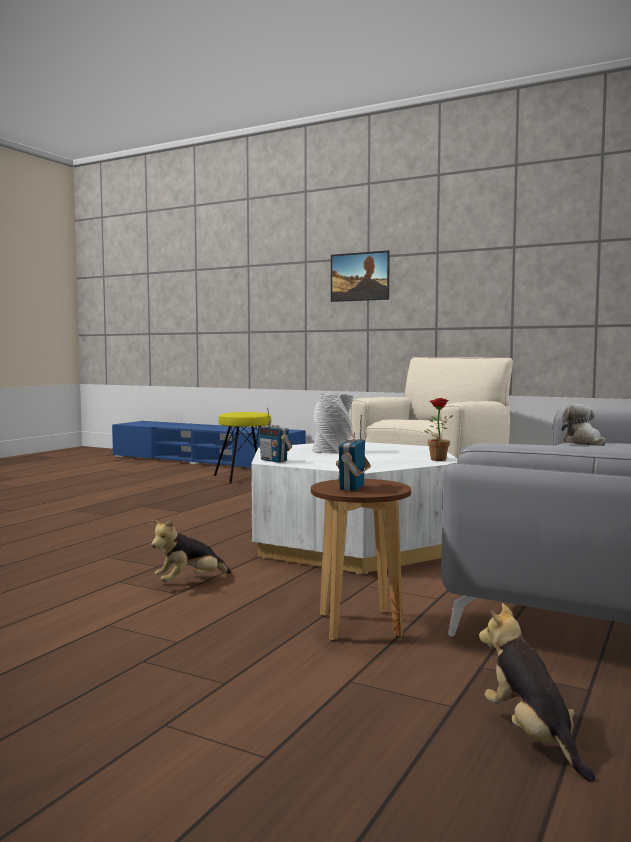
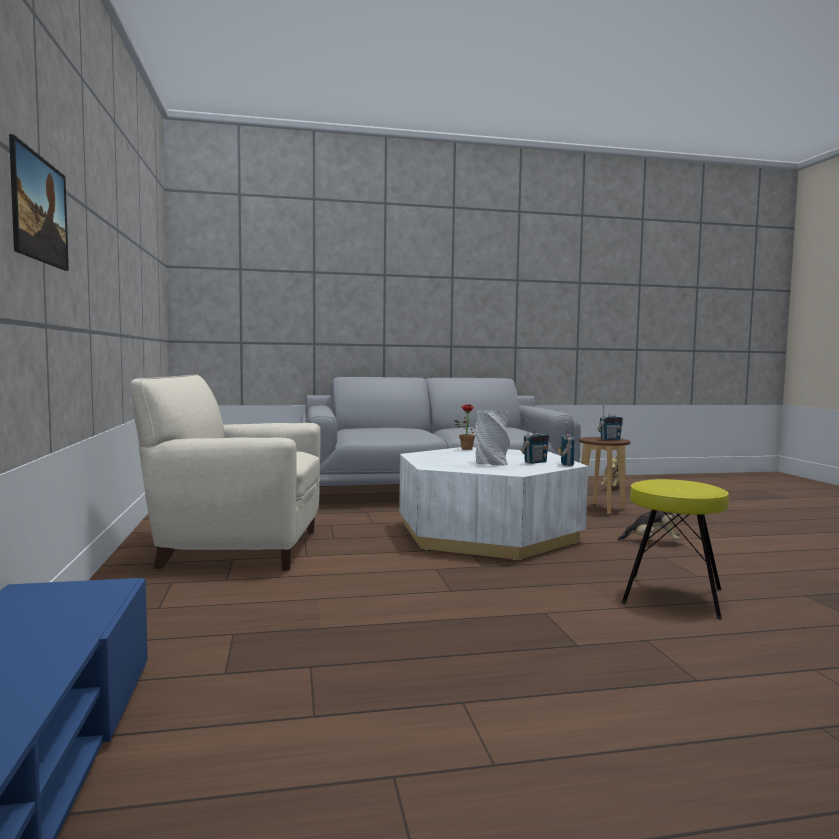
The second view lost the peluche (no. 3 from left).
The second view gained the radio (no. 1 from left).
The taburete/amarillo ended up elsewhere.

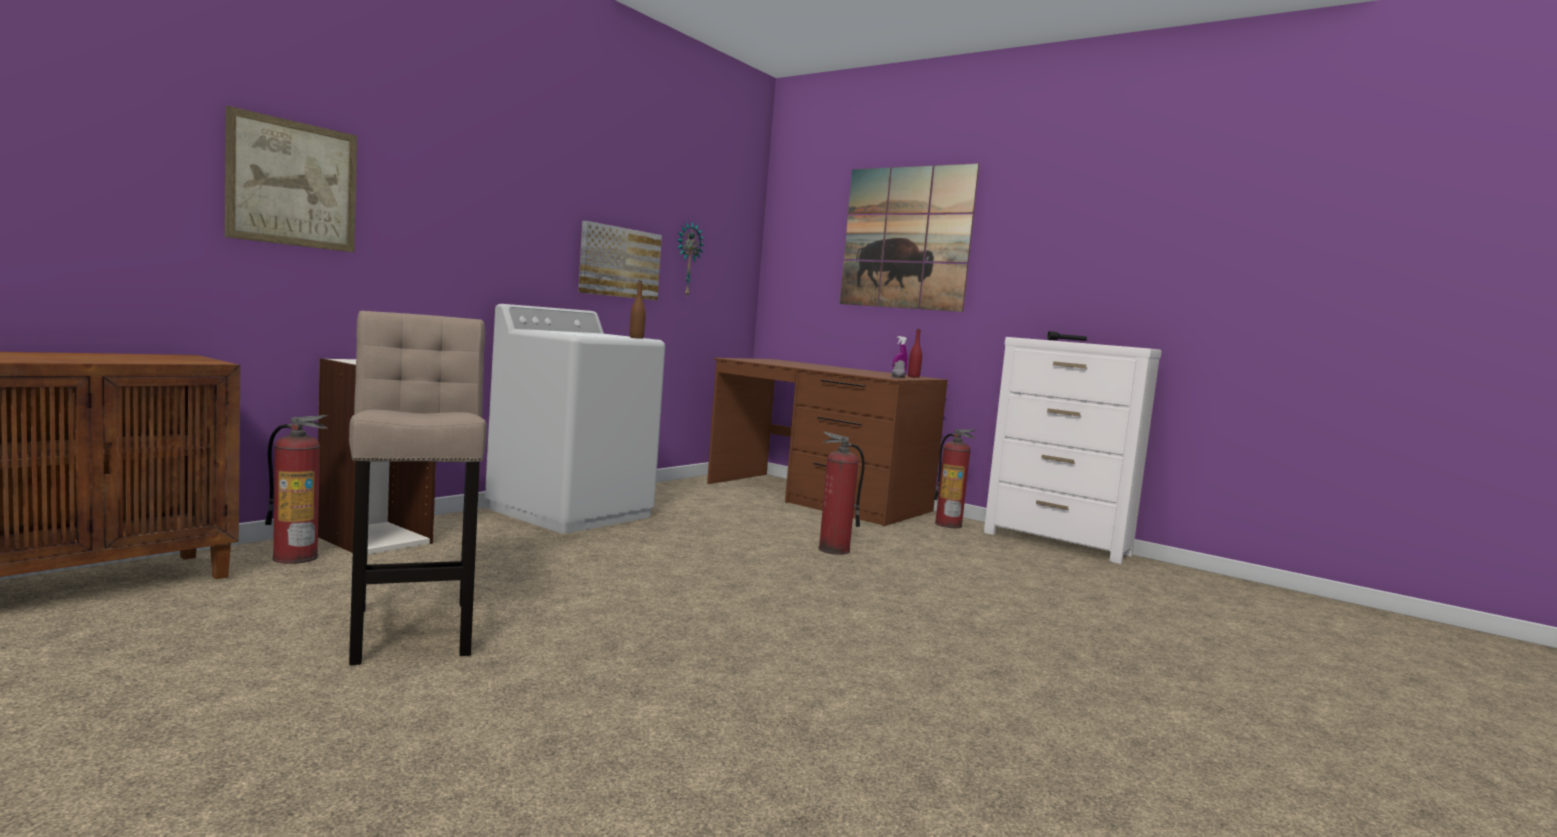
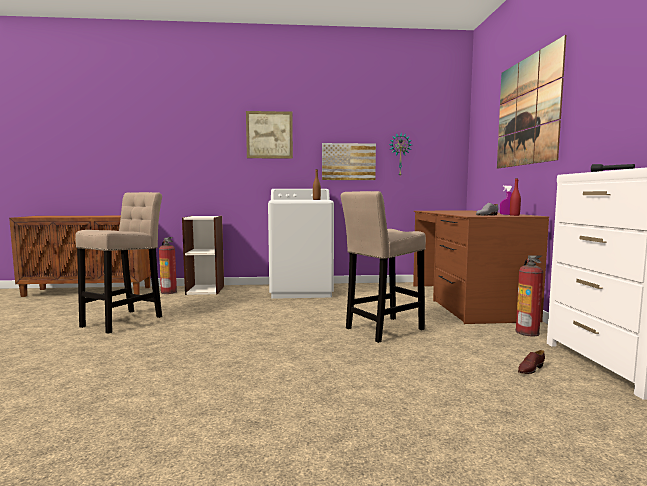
The second view gained the zapato/marrón.
The cuadro (no. 1 from left) ended up elsewhere.
Where the extintor (no. 2 from left) stood, the taburete/beis (no. 2 from left) came to stand.

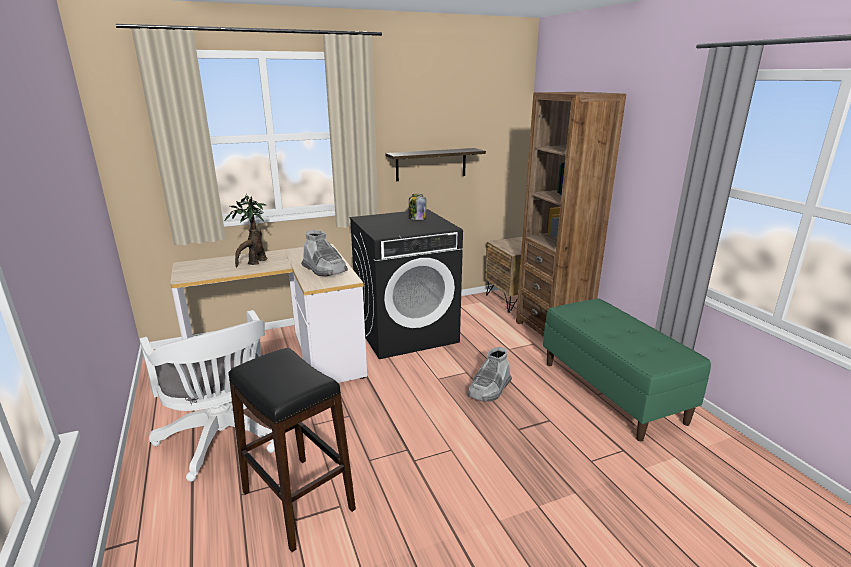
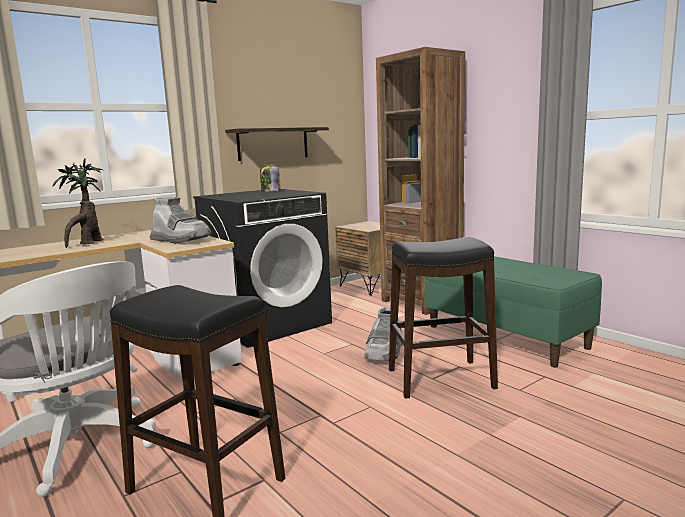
The second view gained the taburete/negro (no. 2 from left).

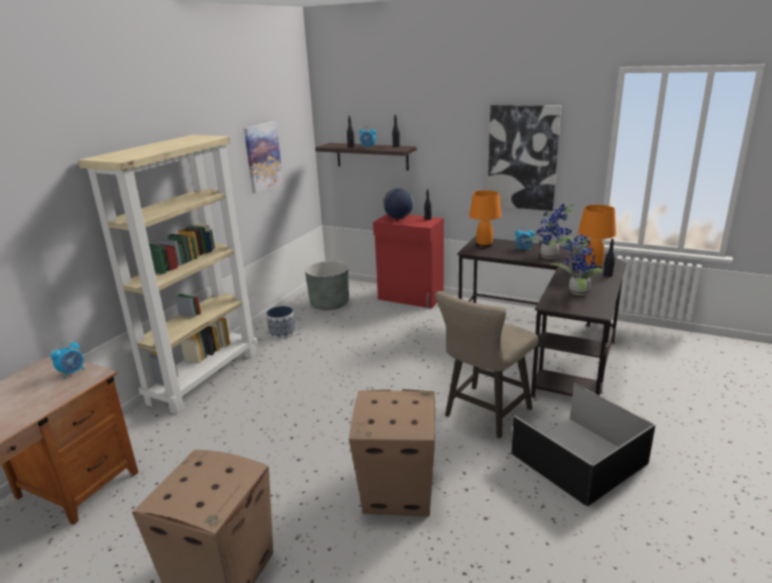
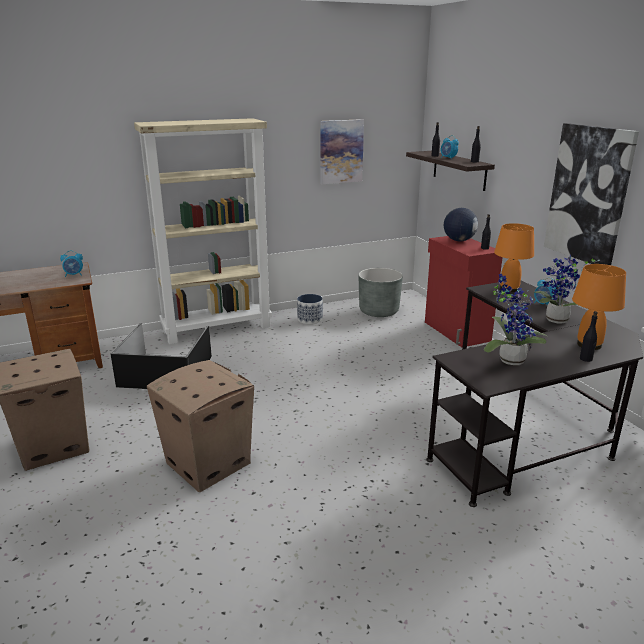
The second view lost the taburete/beis.
The caja de almacenaje/negro ended up elsewhere.

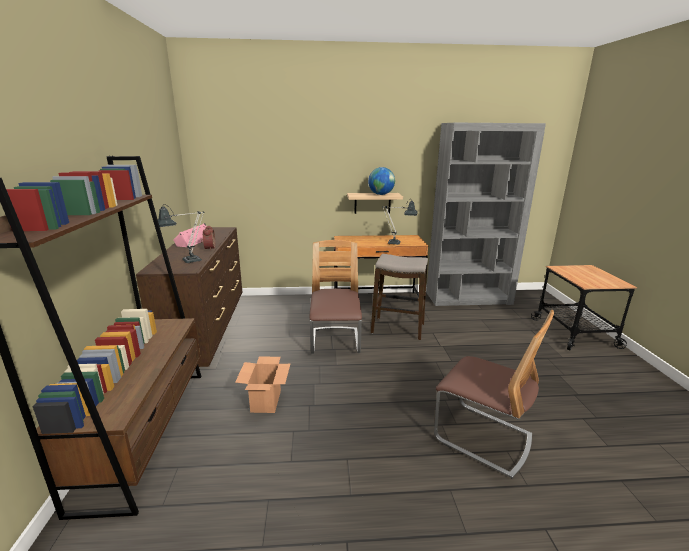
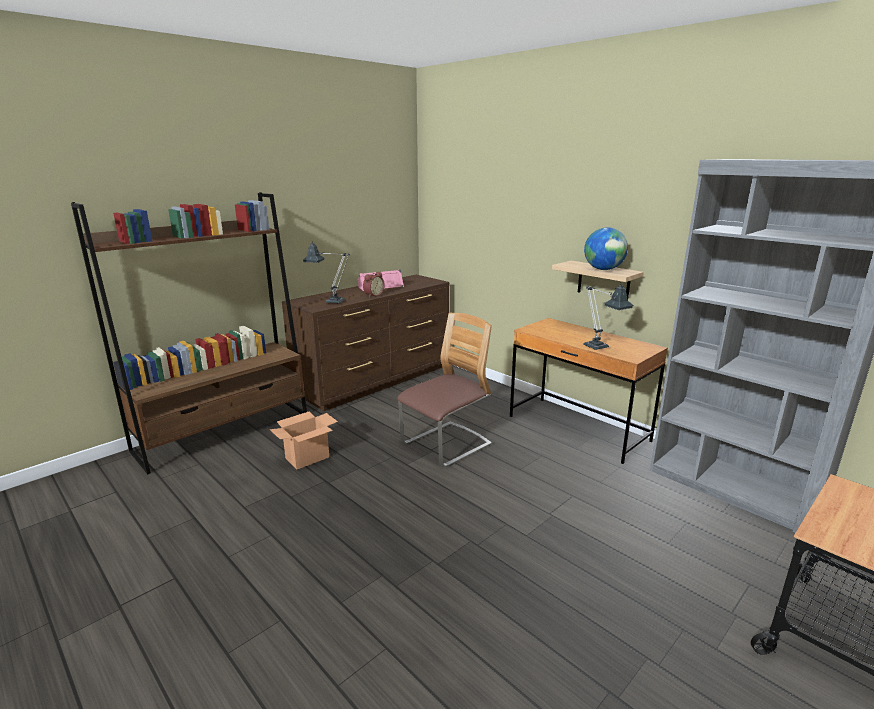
The second view lost the taburete.
The second view lost the silla (no. 2 from left).

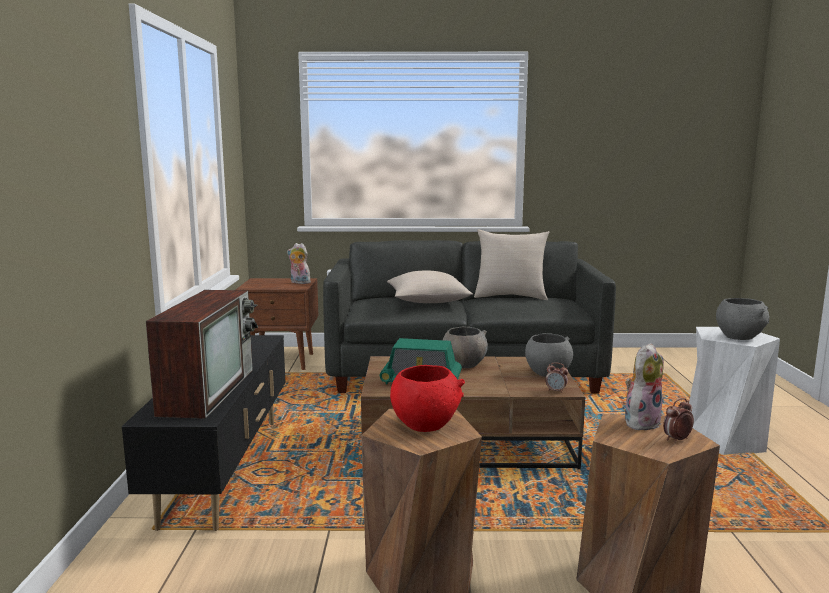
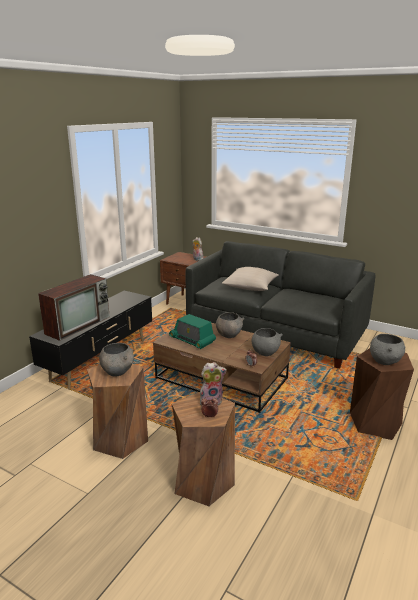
The second view lost the cojín/beis (no. 2 from left).
What was the cuenco/rojo turned into the cuenco/gris (no. 1 from left).
What was the taburete/blanco turned into the taburete/marrón (no. 3 from left).

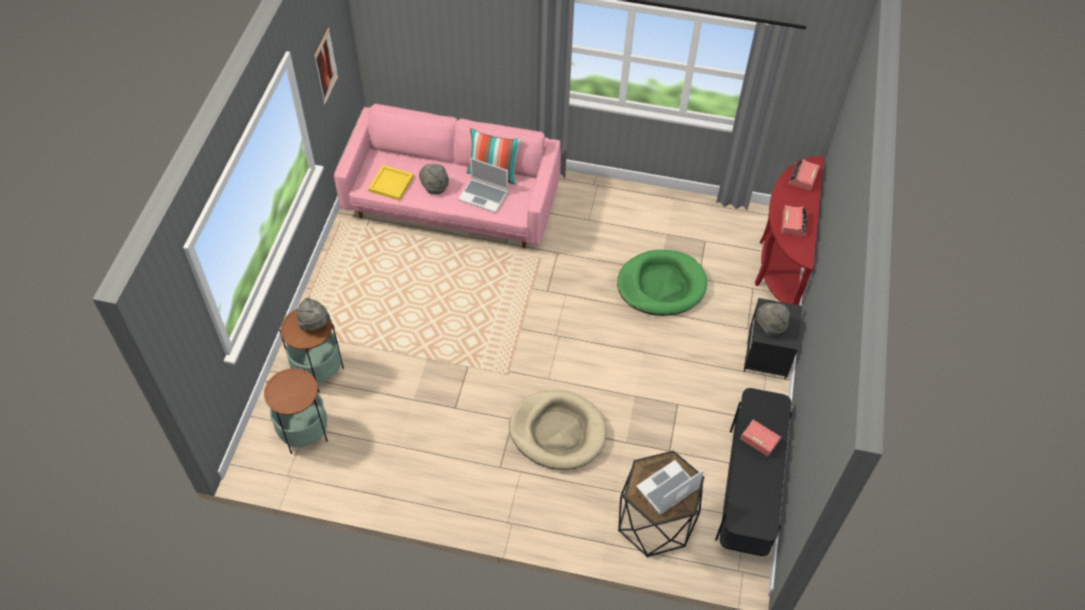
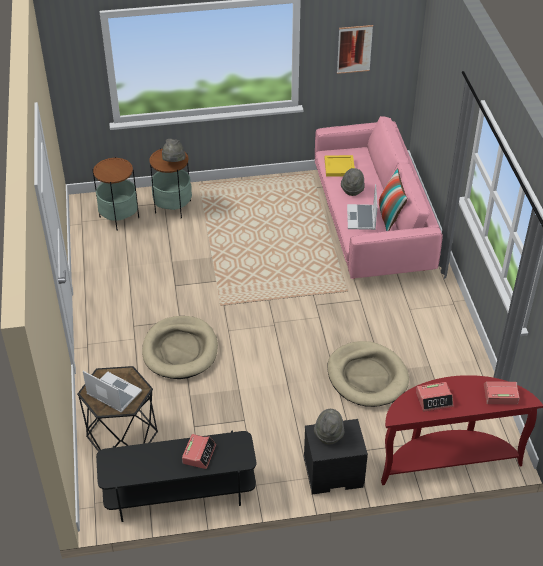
What was the cama para perro/verde turned into the cama para perro/beis (no. 2 from left).

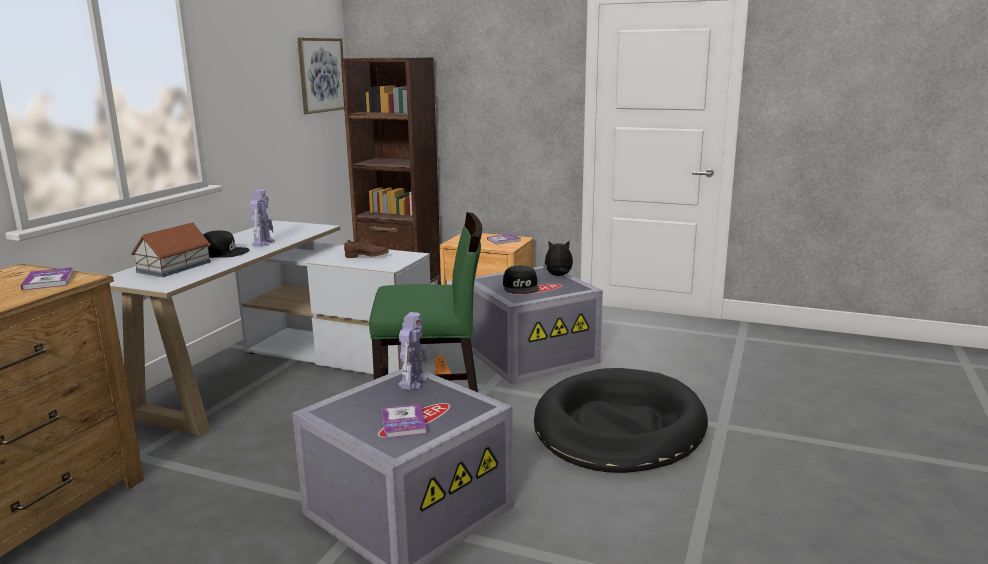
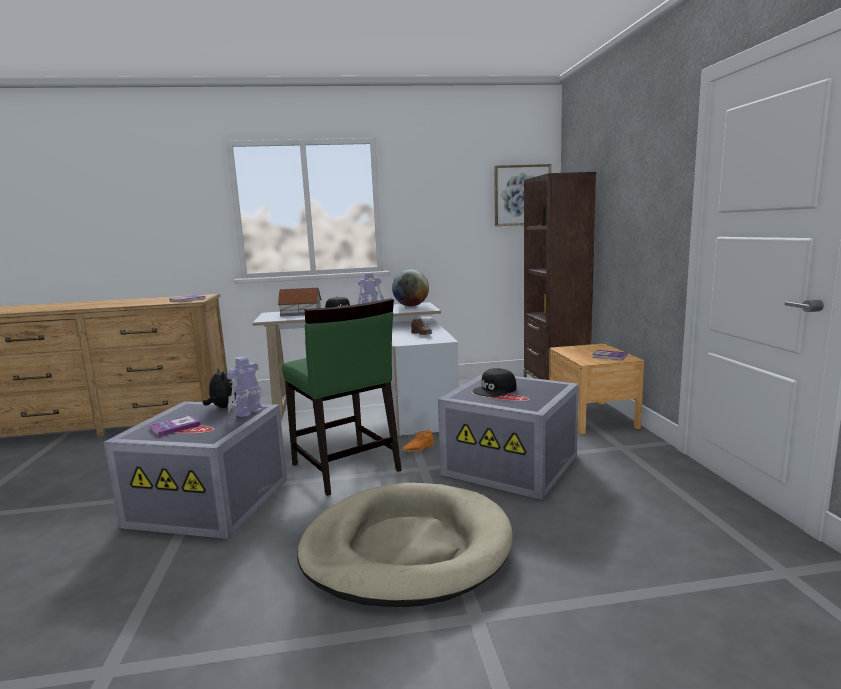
The second view gained the globo terráqueo.
The peluche ended up elsewhere.
What was the cama para perro/negro turned into the cama para perro/beis.
The robot de juguete (no. 2 from left in the first image) ended up facing another way, 135 degrees clockwise from before.

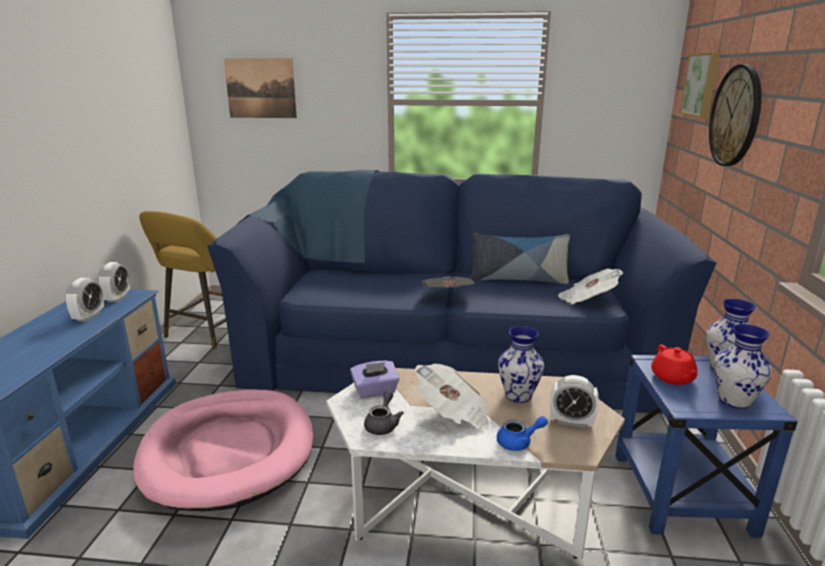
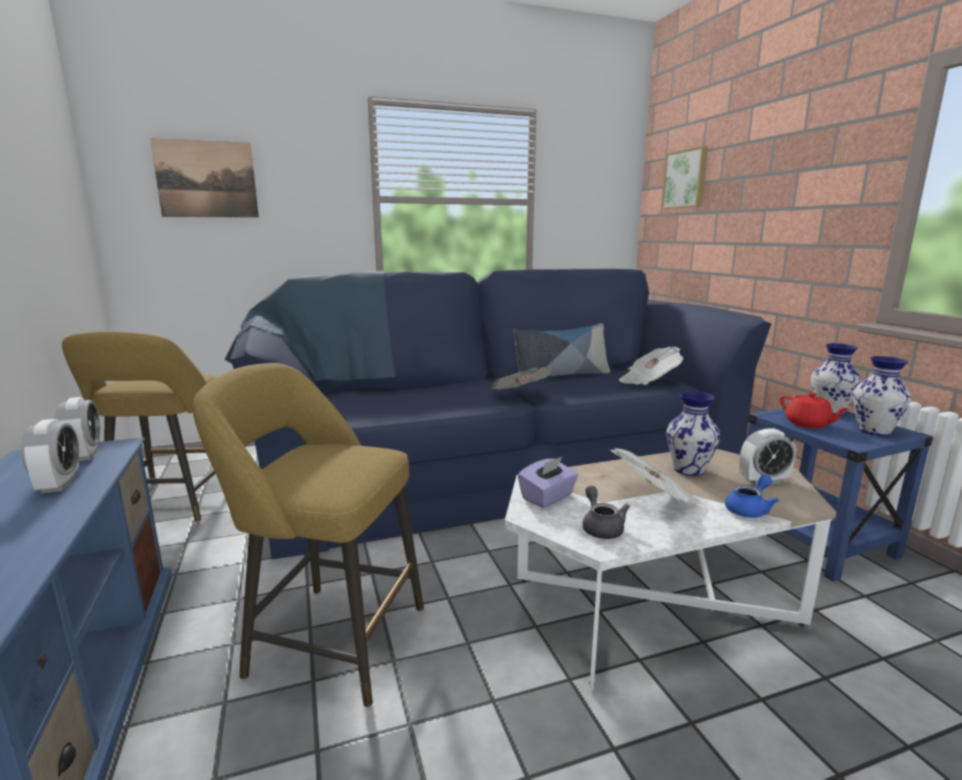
The second view lost the reloj de pared.
Where the cama para perro/rosa stood, the taburete/amarillo (no. 2 from left) came to stand.

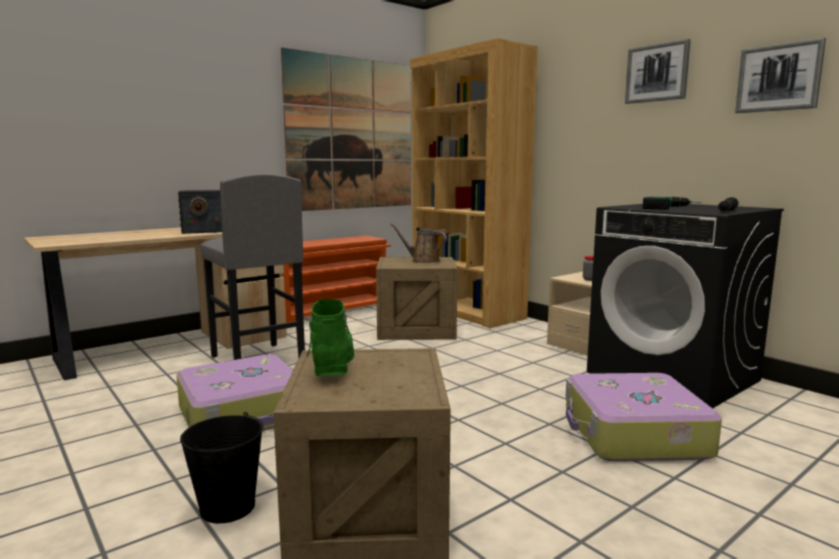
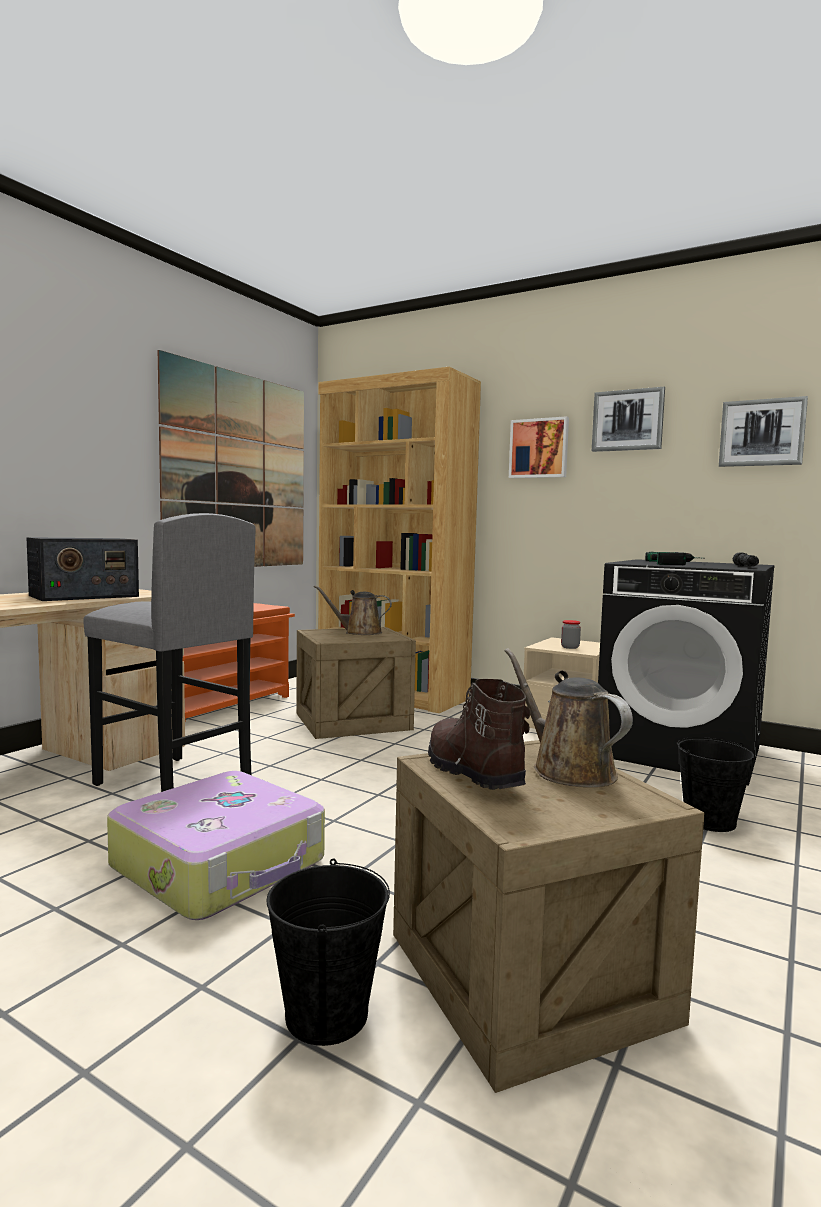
The second view gained the regadera/marrón (no. 2 from left).
The second view gained the cuadro (no. 2 from left).
Where the maleta (no. 2 from left) stood, the cubo/negro (no. 2 from left) came to stand.
What was the bota/verde turned into the bota/marrón.

